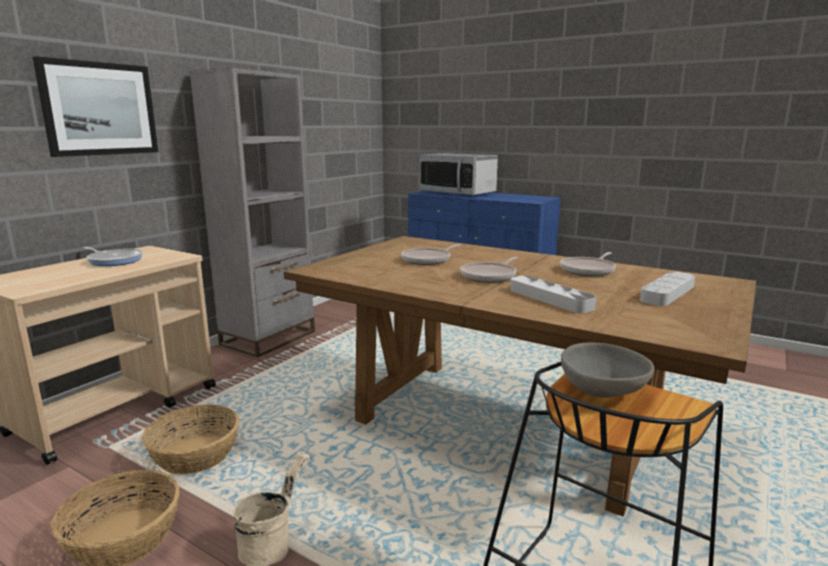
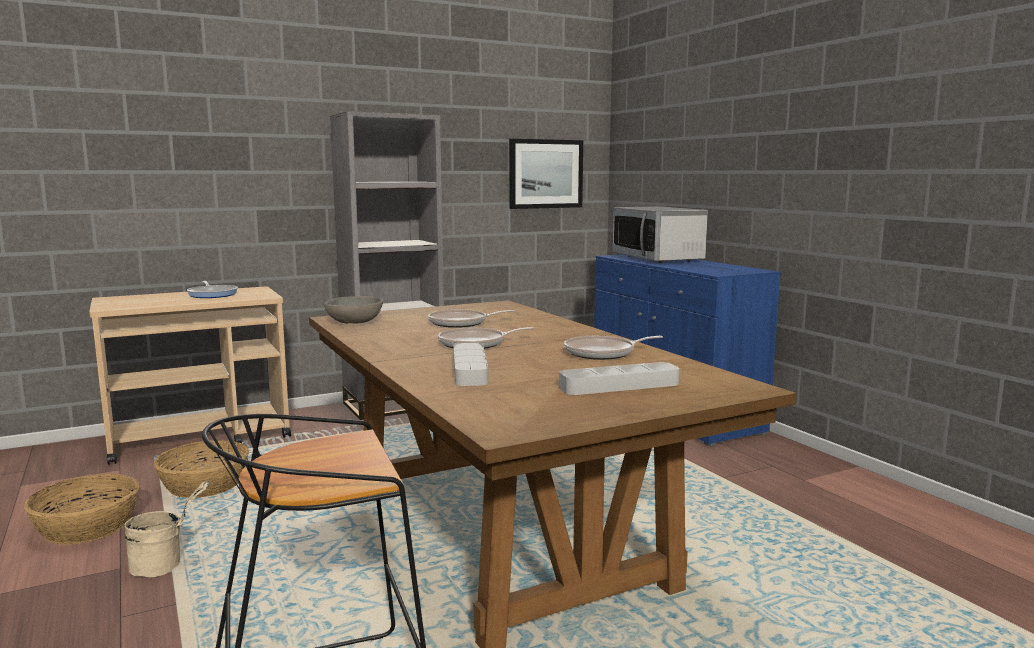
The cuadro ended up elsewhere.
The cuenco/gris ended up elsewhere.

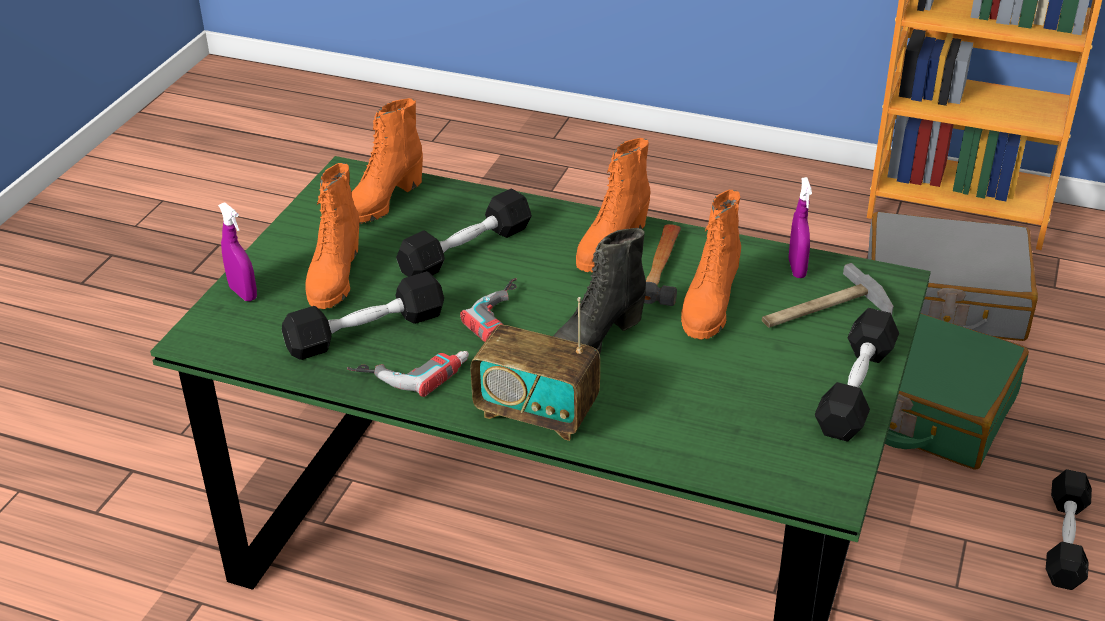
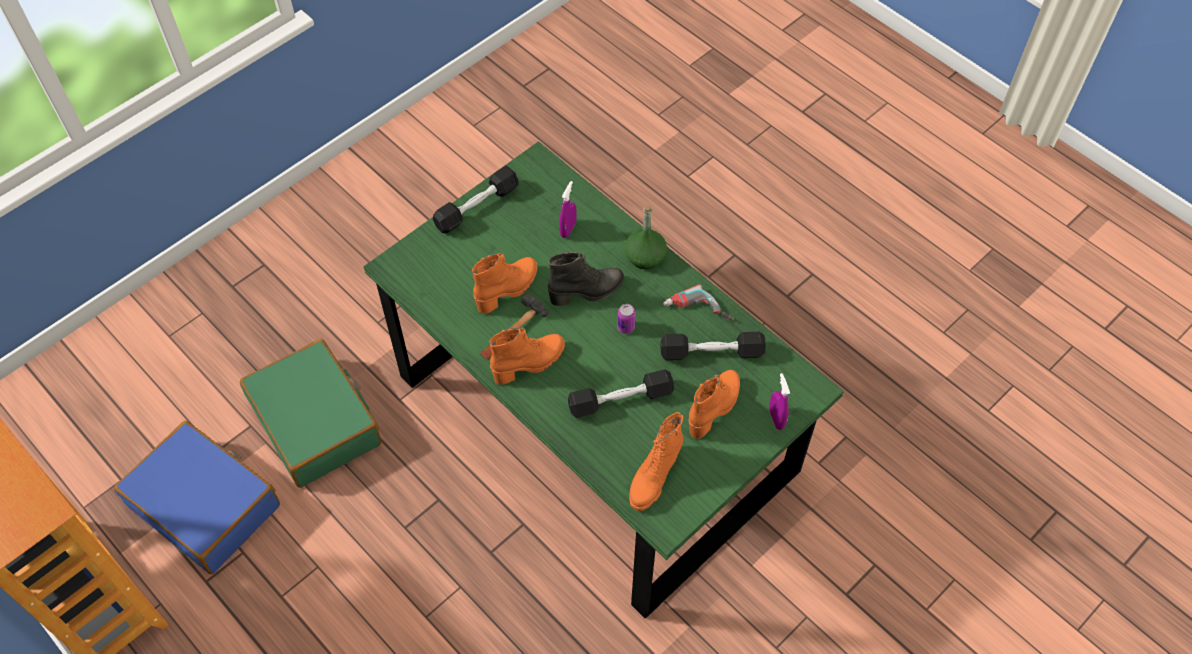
The second view lost the martillo (no. 2 from left).
The second view lost the mancuerna/negro (no. 4 from left).
The pulverizador/morado (no. 2 from left in the first image) ended up elsewhere.
Where the taladro (no. 2 from left) stood, the lata came to stand.
Where the radio stood, the botella/verde came to stand.
What was the maleta/gris turned into the maleta/azul.
The bota/naranja (no. 2 from left in the first image) ended up facing another way, 150 degrees clockwise from before.

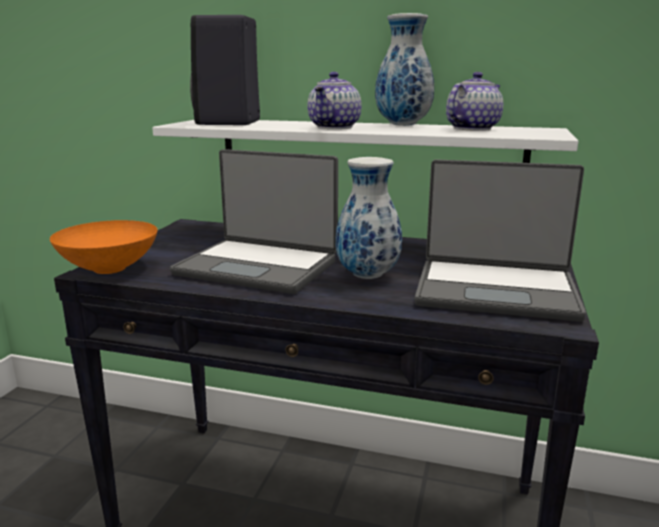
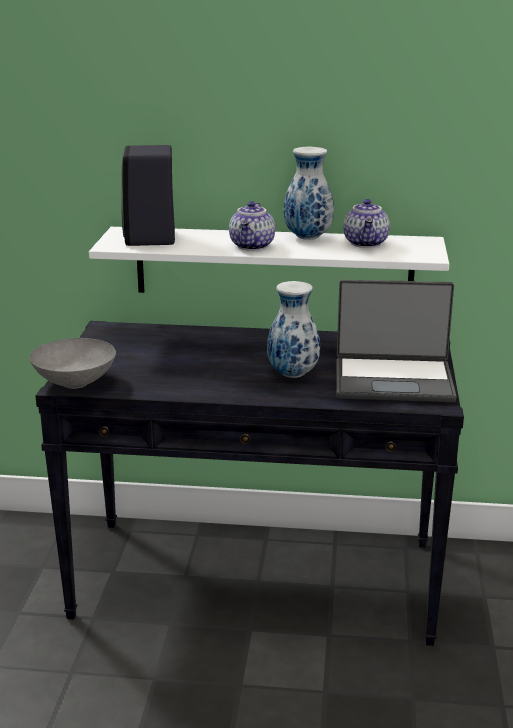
The second view lost the portátil (no. 1 from left).
What was the cuenco/naranja turned into the cuenco/gris.
The tetera (no. 2 from left) ended up facing another way, 150 degrees clockwise from before.

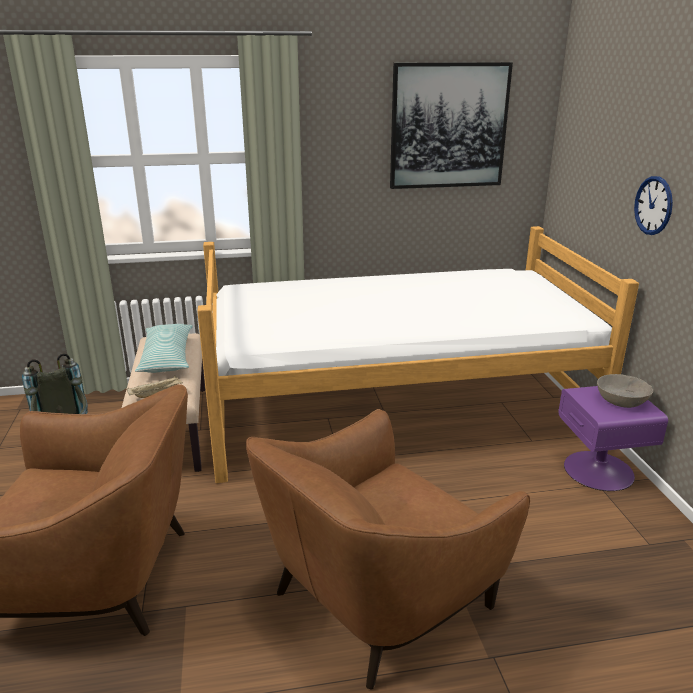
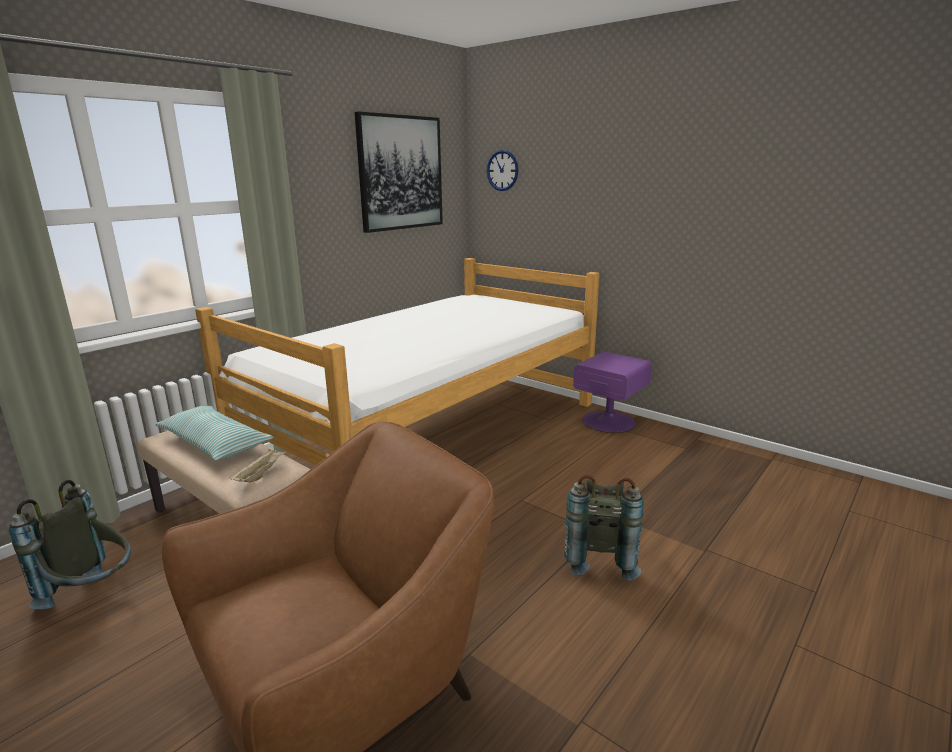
The second view lost the cuenco/gris.
The reloj de pared ended up elsewhere.
Where the sillón/marrón (no. 2 from left) stood, the mochila/gris (no. 2 from left) came to stand.

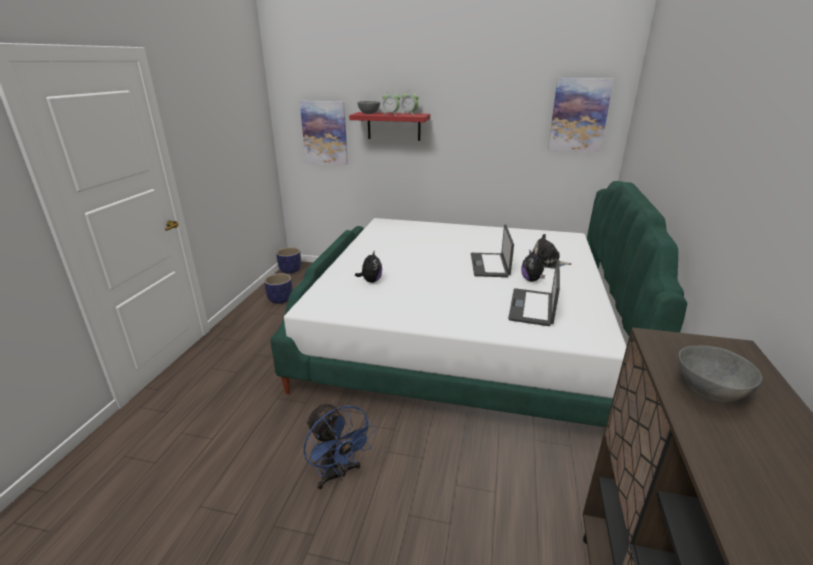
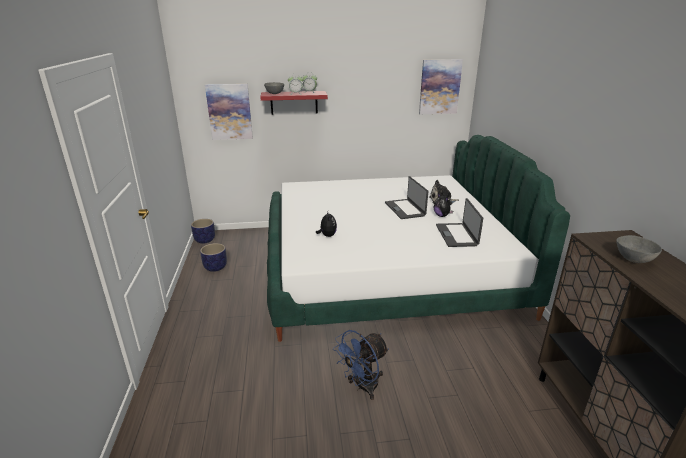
The ventilador/azul ended up facing another way, 105 degrees clockwise from before.

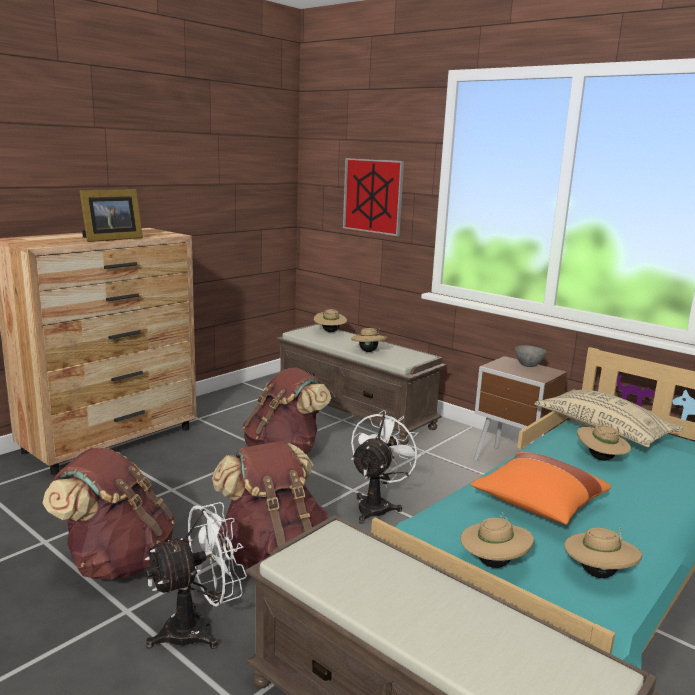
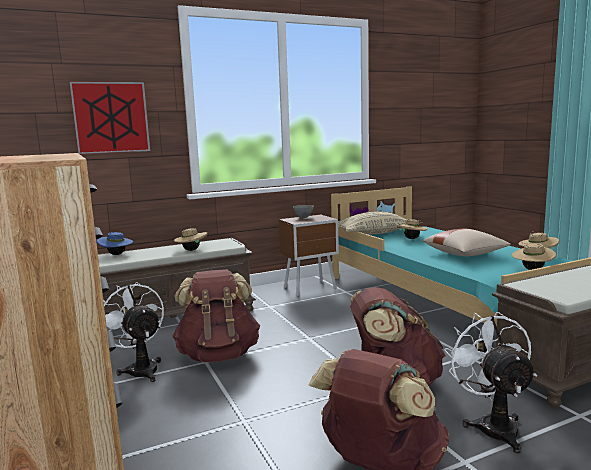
The second view lost the portarretratos.
The ventilador/blanco (no. 2 from left in the first image) ended up elsewhere.
What was the sombrero/beis (no. 1 from left) turned into the sombrero/azul.
What was the cojín/naranja turned into the cojín/beis (no. 2 from left).

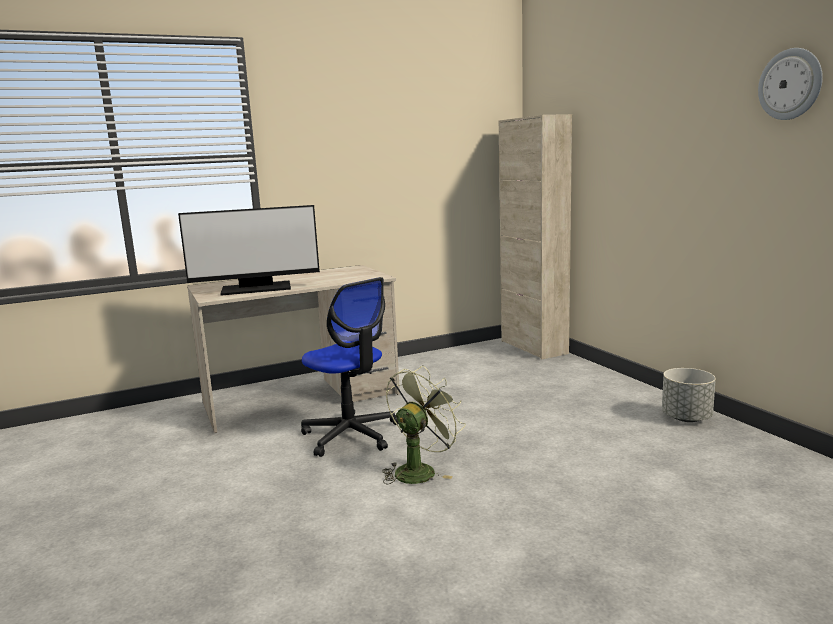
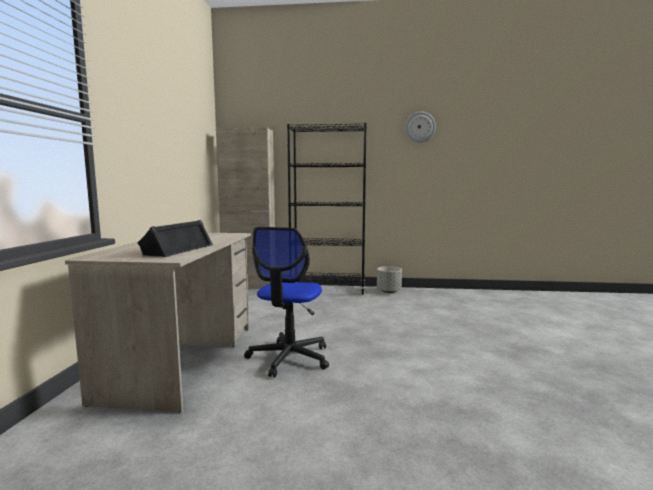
The second view lost the ventilador/verde.
The second view gained the estantería/negro.
Where the monitor stood, the altavoz/negro came to stand.
The silla de oficina ended up facing another way, 120 degrees clockwise from before.

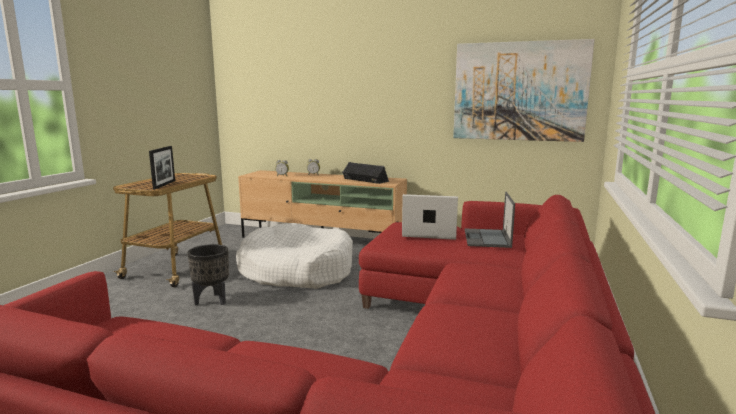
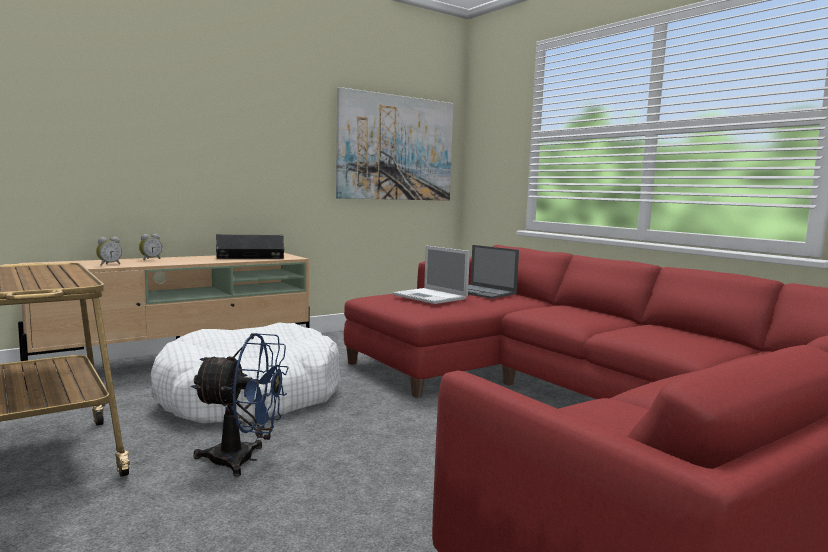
The second view lost the portarretratos.
Where the maceta/negro stood, the ventilador/azul came to stand.
The portátil (no. 1 from left) ended up facing another way, 90 degrees counterclockwise from before.

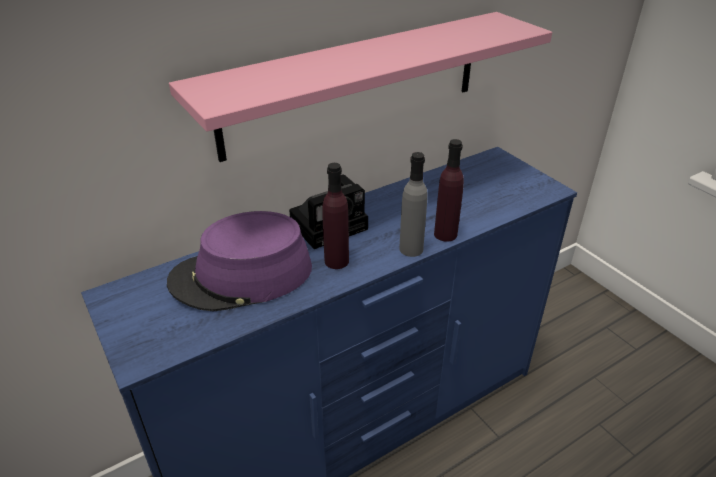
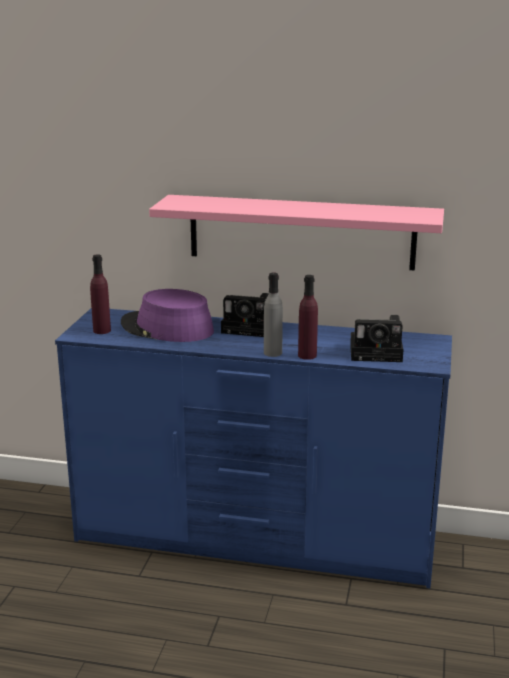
The second view gained the cámara (no. 2 from left).
The botella/morado (no. 1 from left) ended up elsewhere.

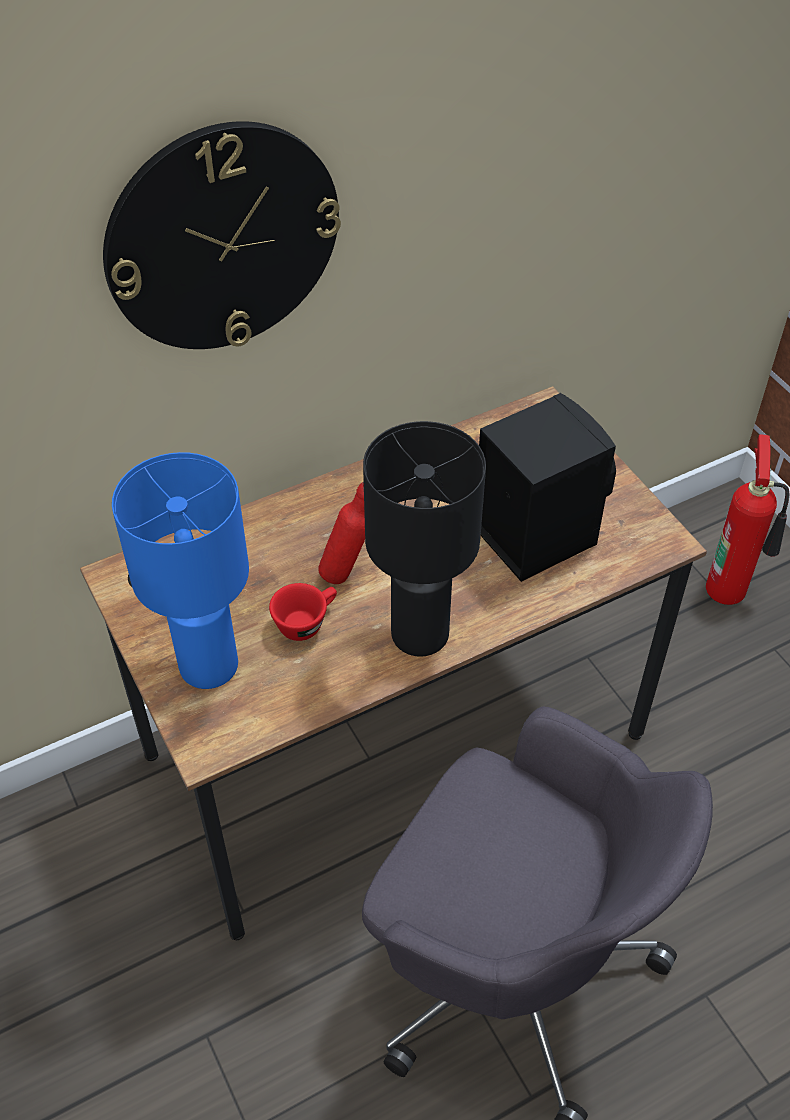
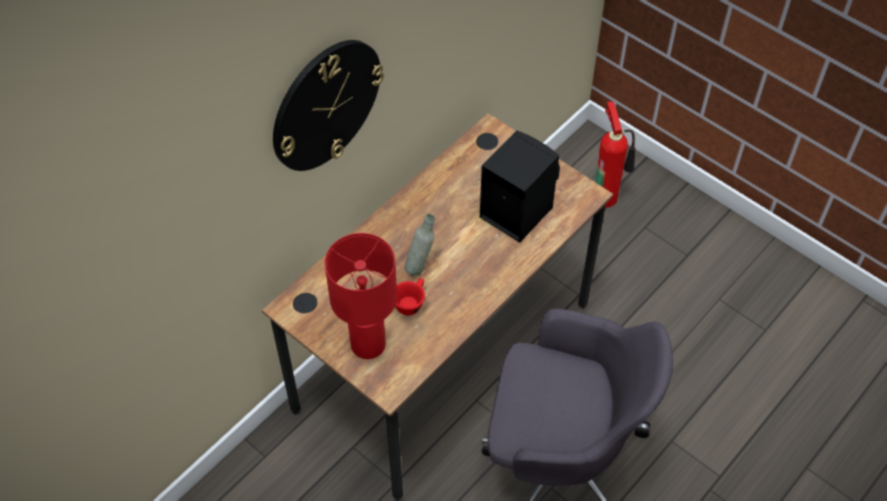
The second view lost the lámpara de mesa/negro.
What was the lámpara de mesa/azul turned into the lámpara de mesa/rojo.
What was the botella/rojo turned into the botella/gris.

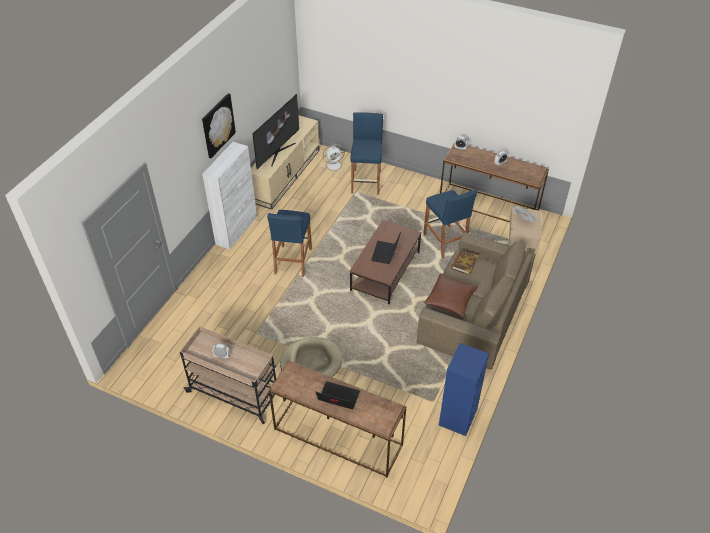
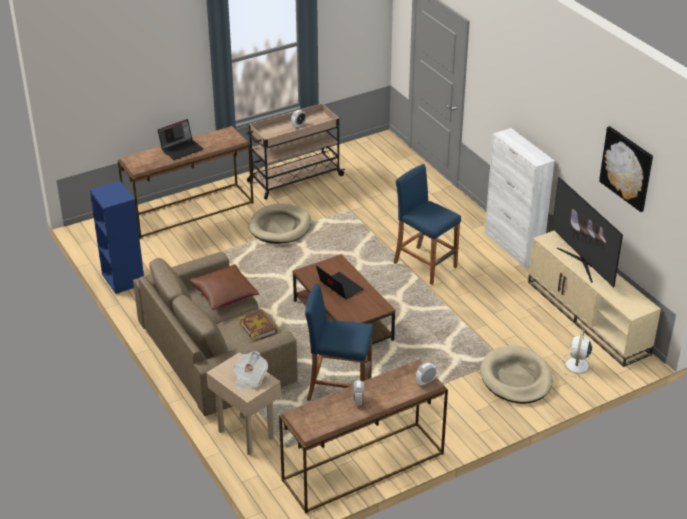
The cuadro ended up elsewhere.
Where the taburete/azul (no. 2 from left) stood, the cama para perro/beis (no. 2 from left) came to stand.

